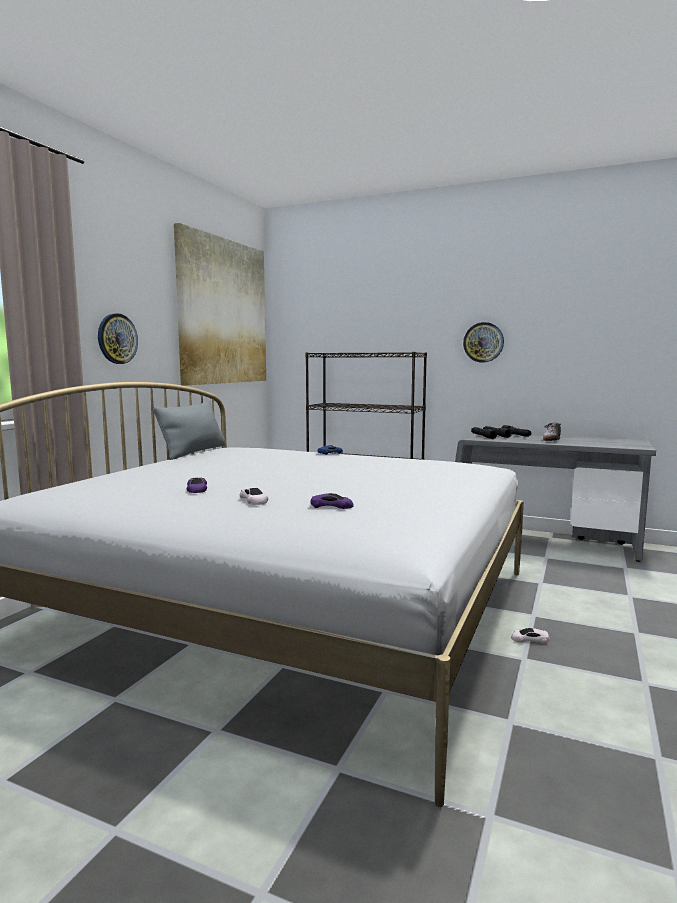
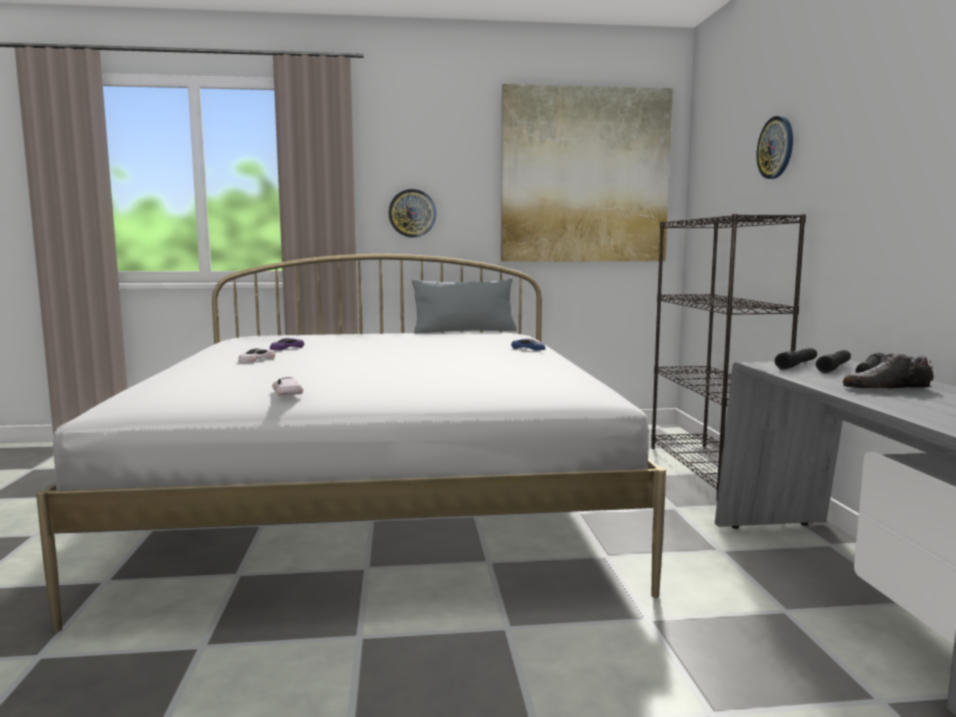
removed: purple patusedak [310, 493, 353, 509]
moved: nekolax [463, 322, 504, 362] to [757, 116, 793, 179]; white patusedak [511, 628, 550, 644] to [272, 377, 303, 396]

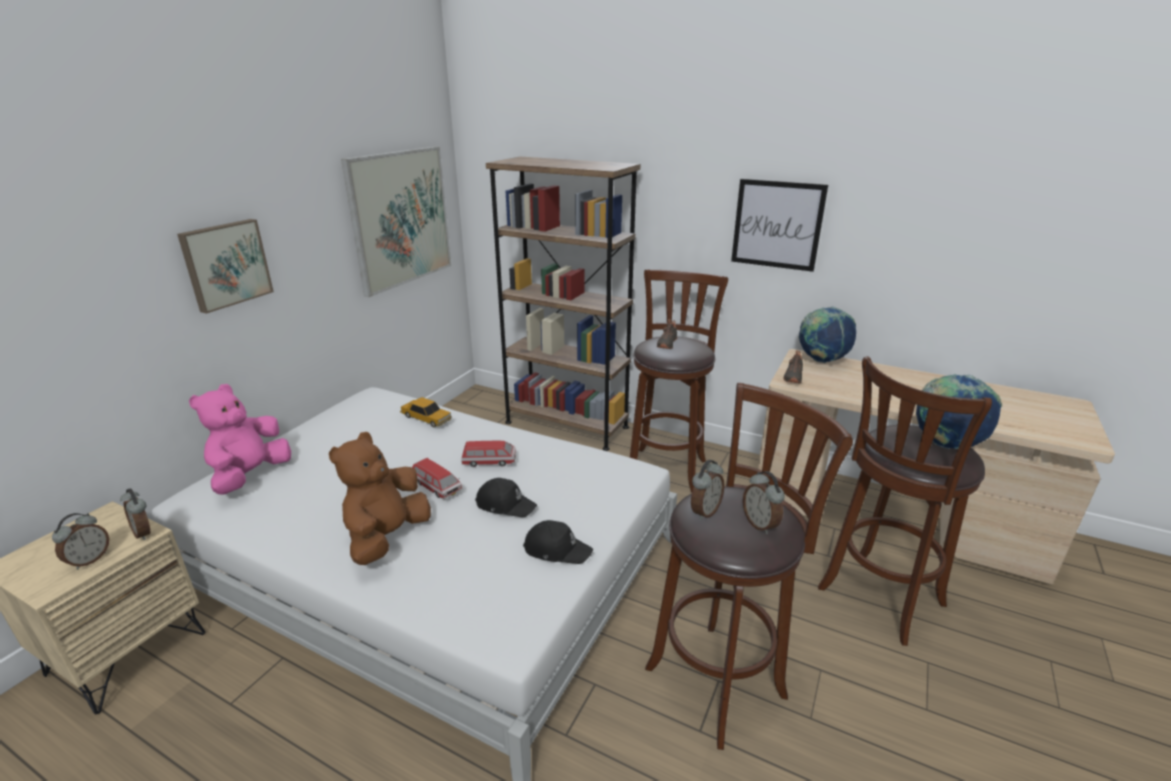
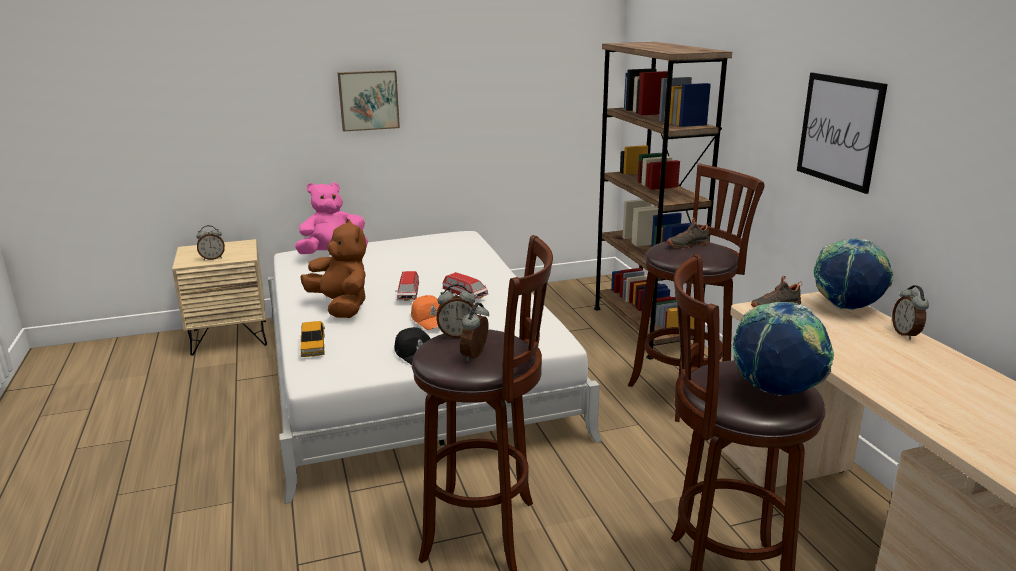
removed: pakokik [341, 146, 451, 297]
moved: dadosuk [120, 488, 151, 540] to [892, 285, 929, 340]; patusedak [400, 397, 452, 427] to [300, 321, 325, 357]
recoloured: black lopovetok [475, 478, 537, 517] to orange lopovetok [411, 295, 440, 330]
turned: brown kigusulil [329, 432, 431, 565] = [301, 219, 366, 318] 75 degrees clockwise

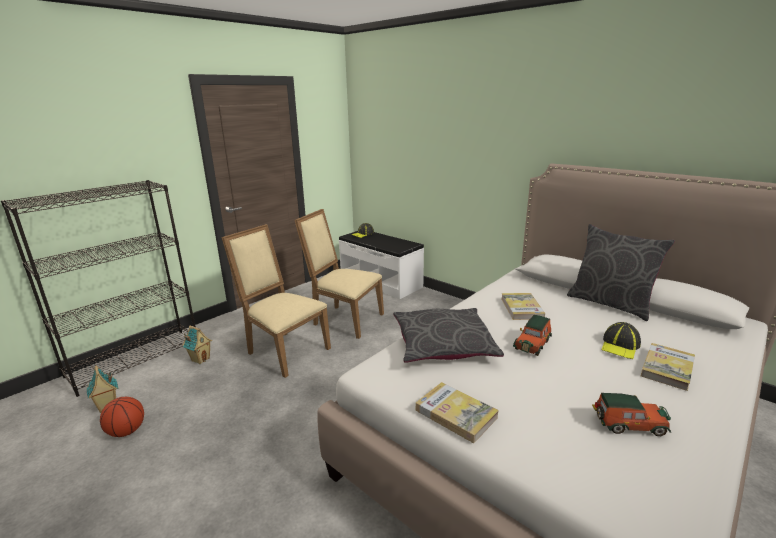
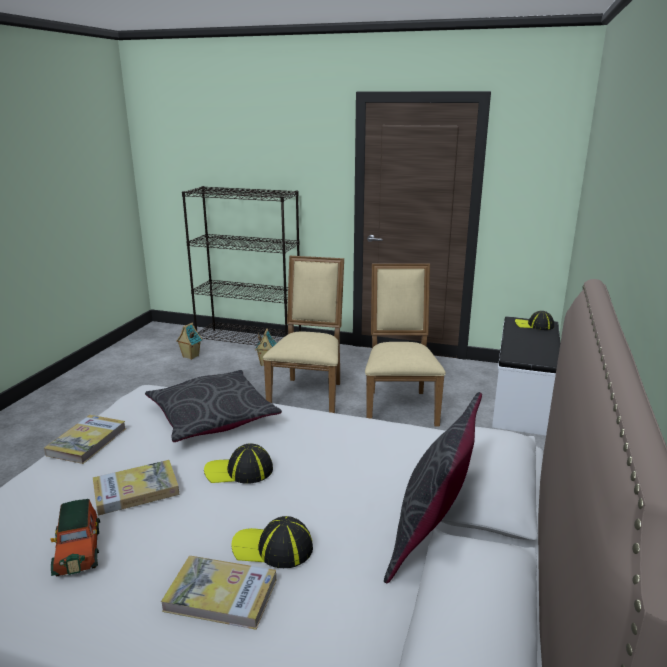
removed: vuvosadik [100, 397, 144, 437]
moved: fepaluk [502, 293, 545, 320] to [93, 460, 179, 516]
replaced: patusedak [513, 315, 552, 356] to lopovetok [204, 443, 273, 484]

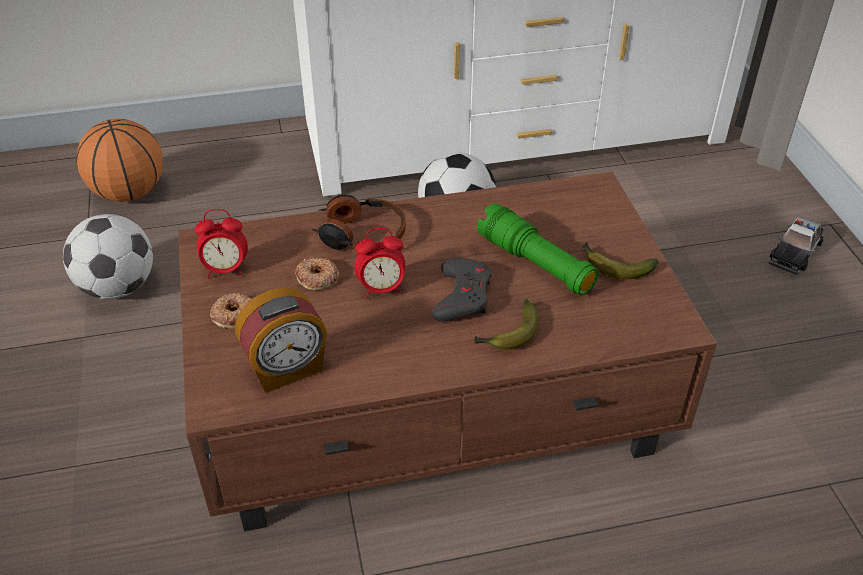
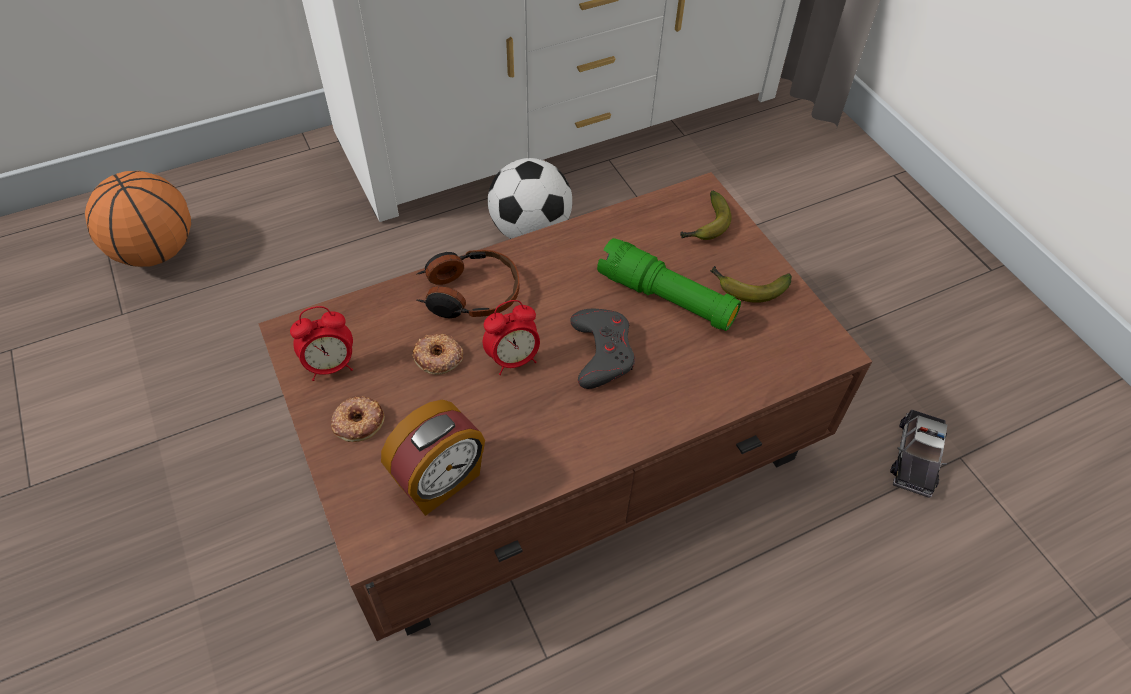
removed: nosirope [63, 214, 153, 299]
moved: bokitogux [474, 299, 539, 350] to [680, 191, 732, 240]; patusedak [769, 216, 824, 275] to [890, 410, 947, 498]

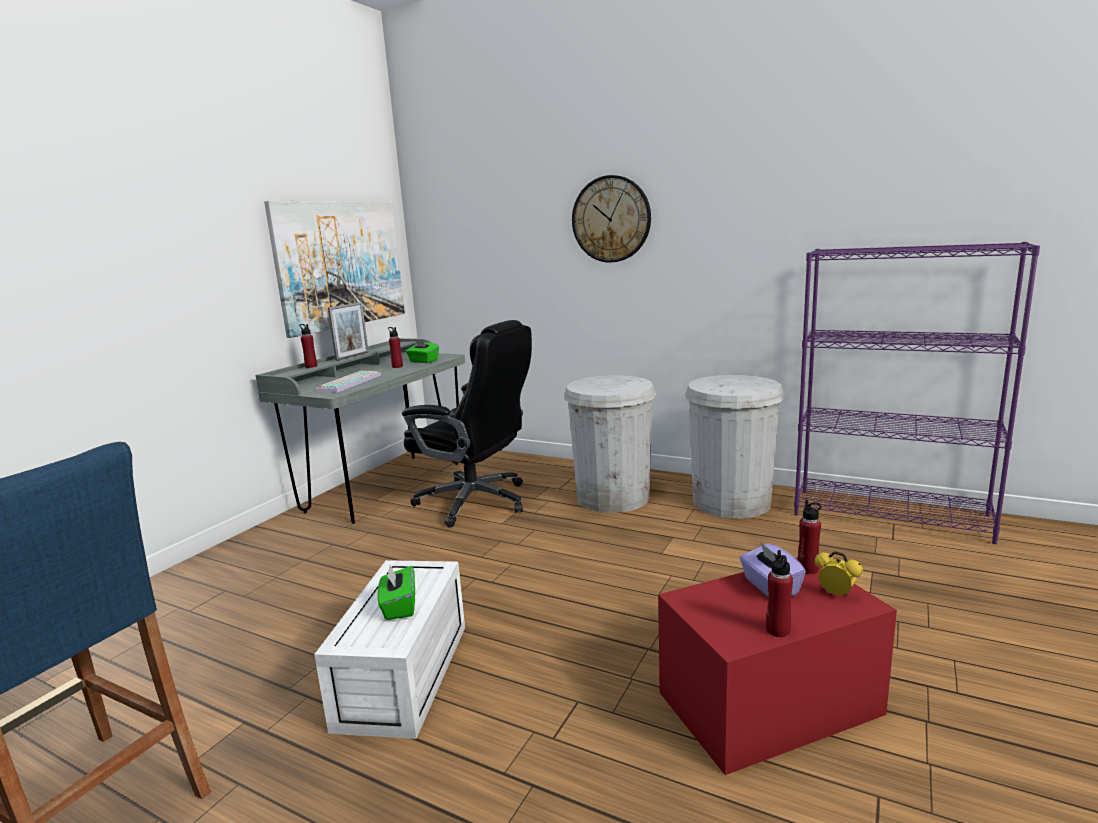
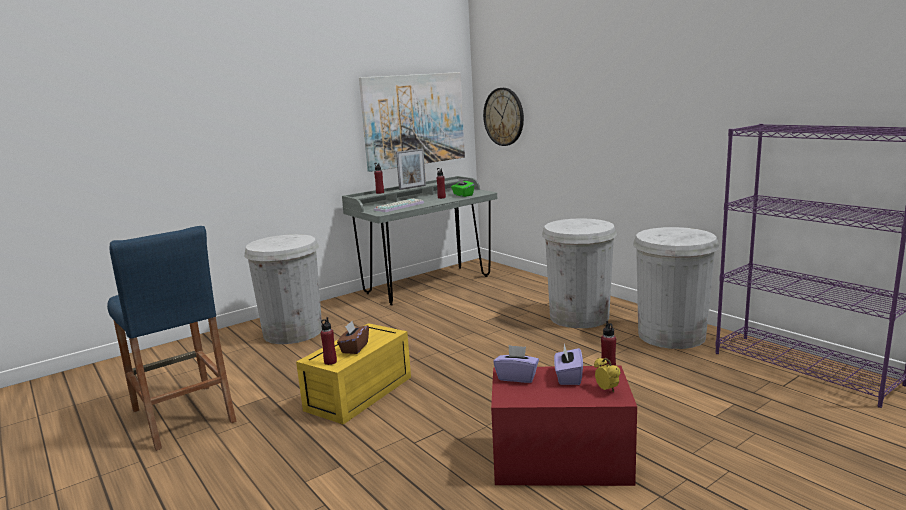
removed: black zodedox [402, 320, 532, 528]
added: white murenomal [244, 234, 322, 344]; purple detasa [493, 345, 539, 383]
moved: nekolax [572, 175, 651, 263] to [483, 88, 524, 146]; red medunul [766, 550, 793, 637] to [321, 317, 337, 365]
recoloured: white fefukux [314, 560, 465, 739] to yellow fefukux [296, 323, 411, 425]; green detasa [378, 565, 415, 620] to brown detasa [337, 321, 369, 354]

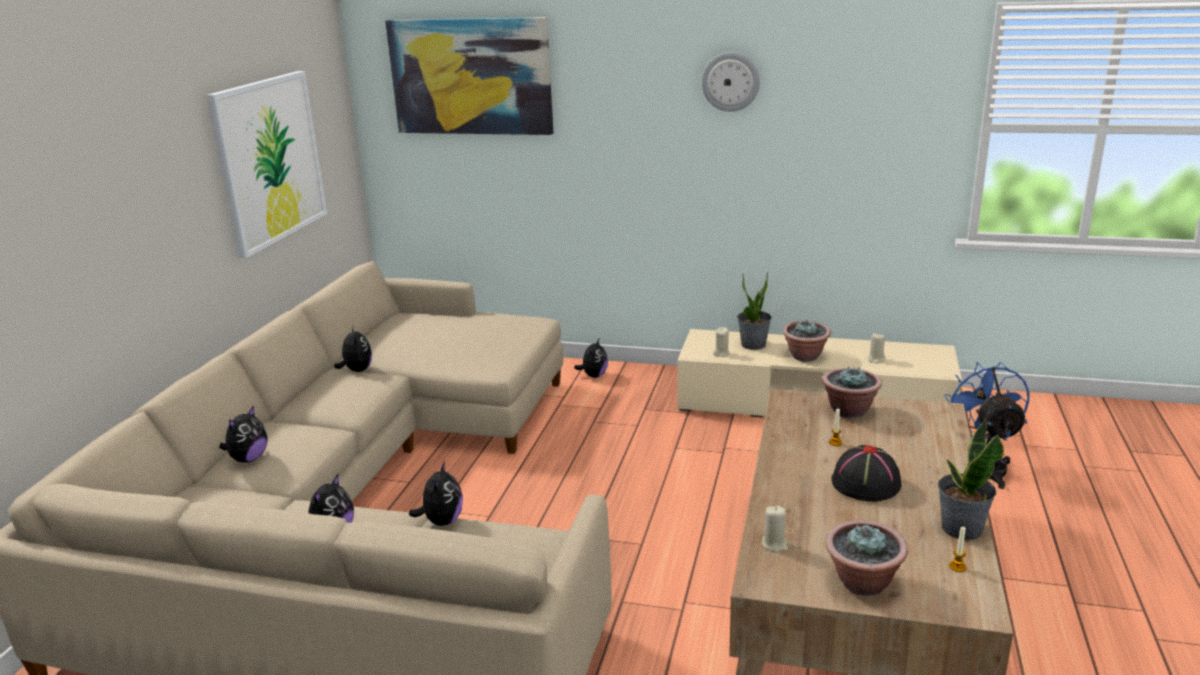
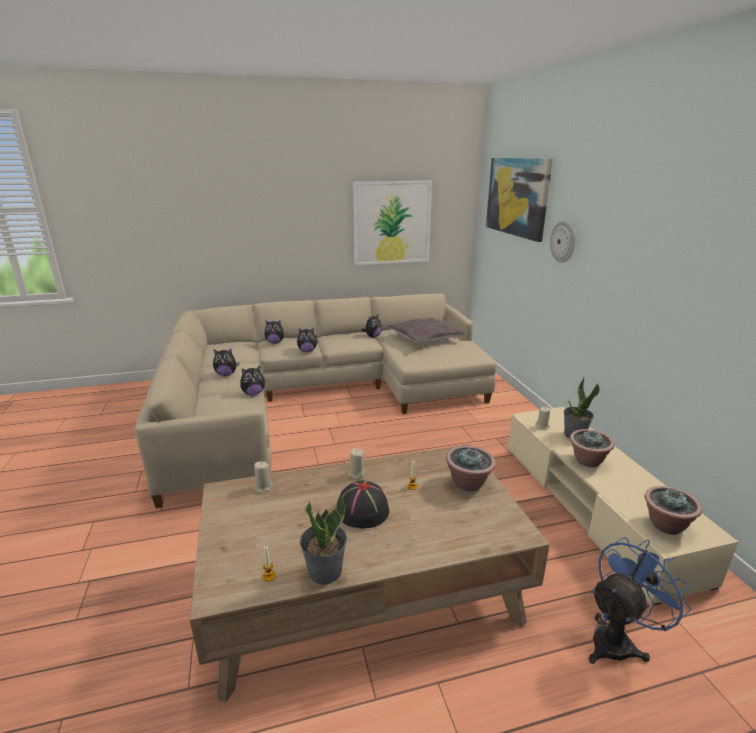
added: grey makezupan [387, 317, 465, 344]
moved: kigusulil [574, 339, 608, 378] to [297, 328, 319, 352]; nekolax [702, 52, 760, 112] to [550, 221, 575, 263]; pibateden [826, 520, 908, 596] to [644, 486, 702, 535]; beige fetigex [868, 333, 886, 364] to [348, 448, 366, 479]

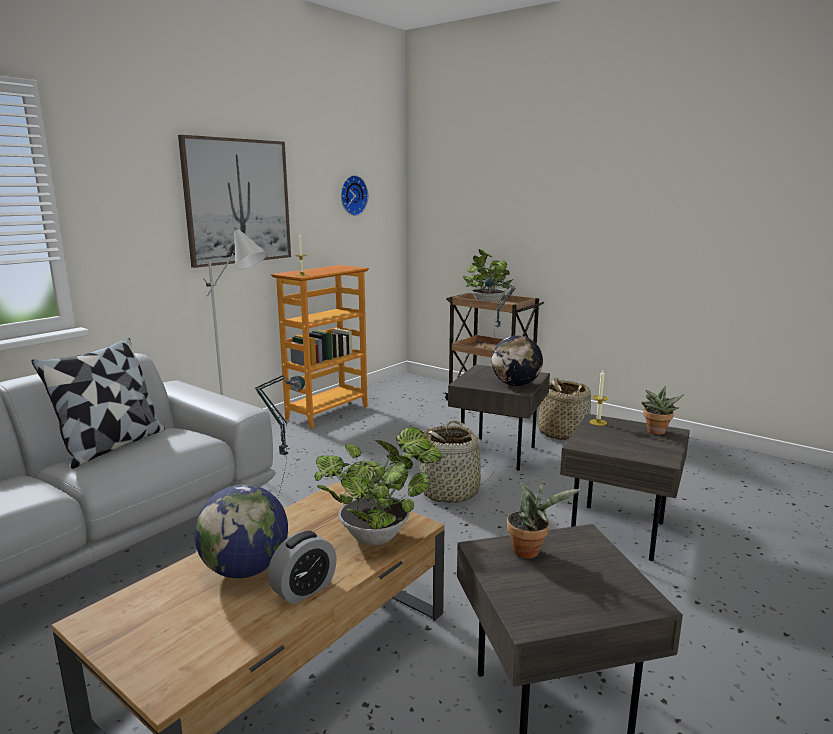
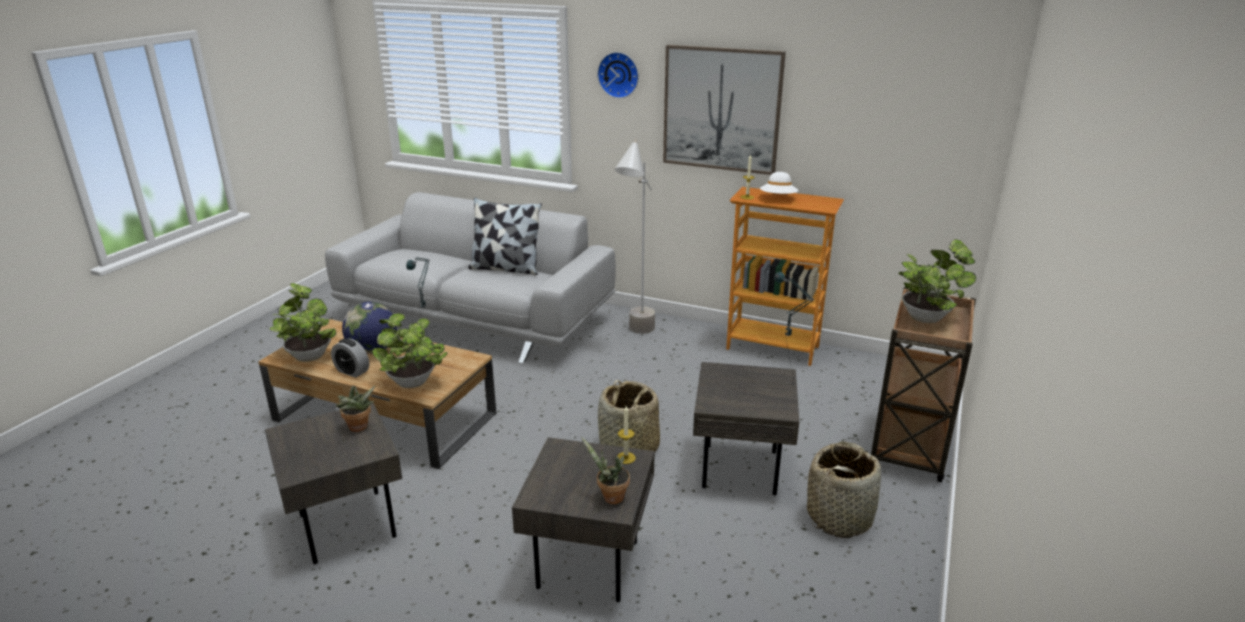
removed: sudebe [492, 336, 543, 386]
added: pibateden [269, 283, 336, 362]; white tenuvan [760, 172, 798, 194]
moved: nekolax [341, 175, 368, 216] to [597, 52, 639, 98]

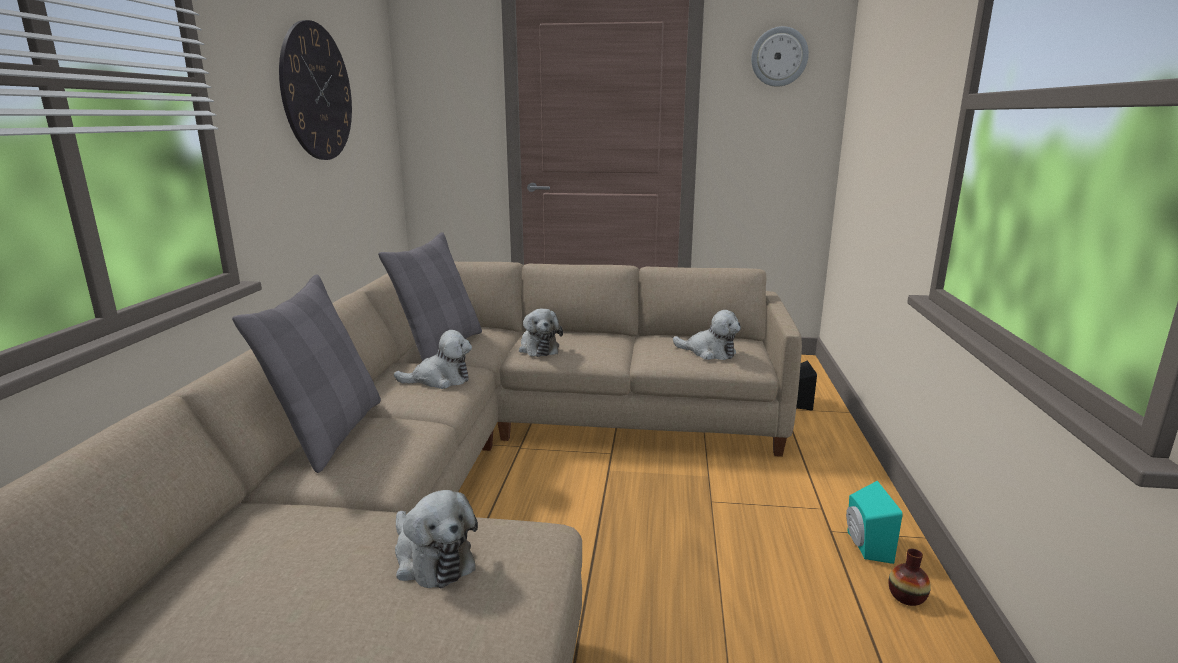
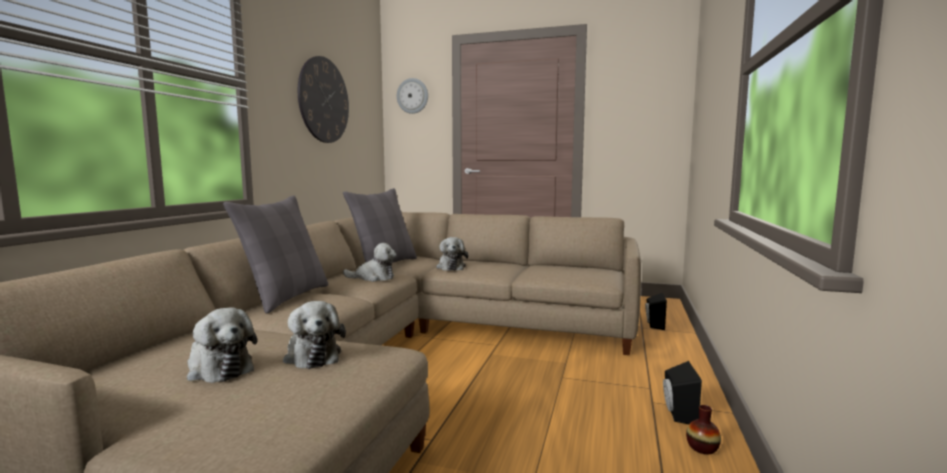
moved: kigusulil [673, 310, 741, 360] to [187, 307, 257, 383]; nekolax [751, 26, 809, 87] to [397, 78, 428, 114]
recoloured: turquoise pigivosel [846, 481, 903, 564] to black pigivosel [663, 361, 702, 424]

